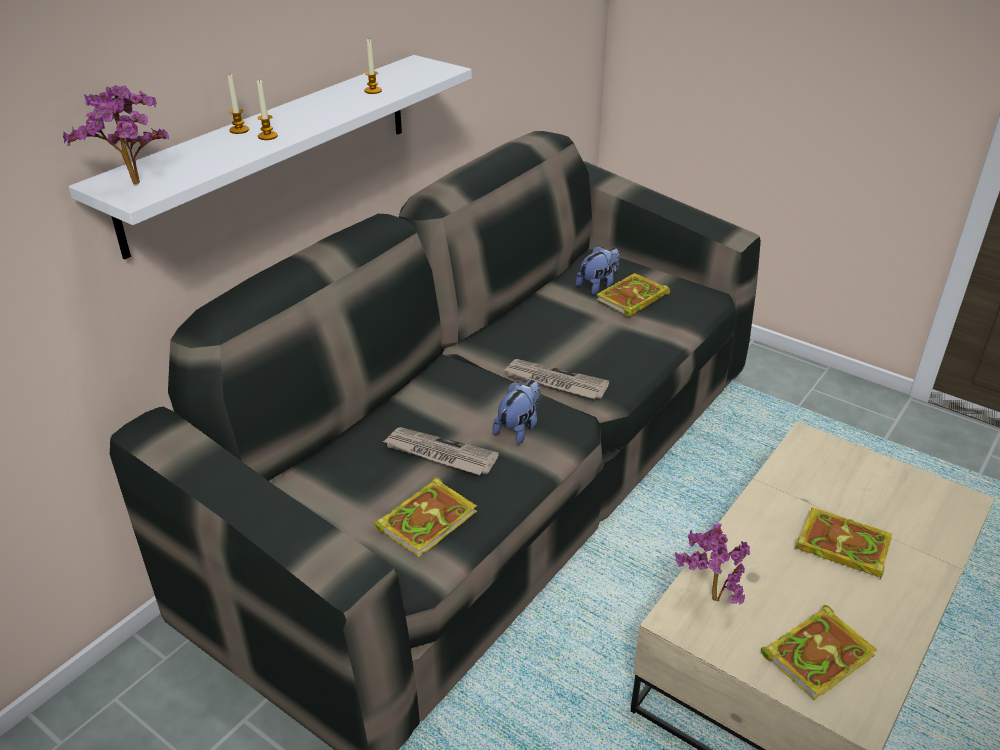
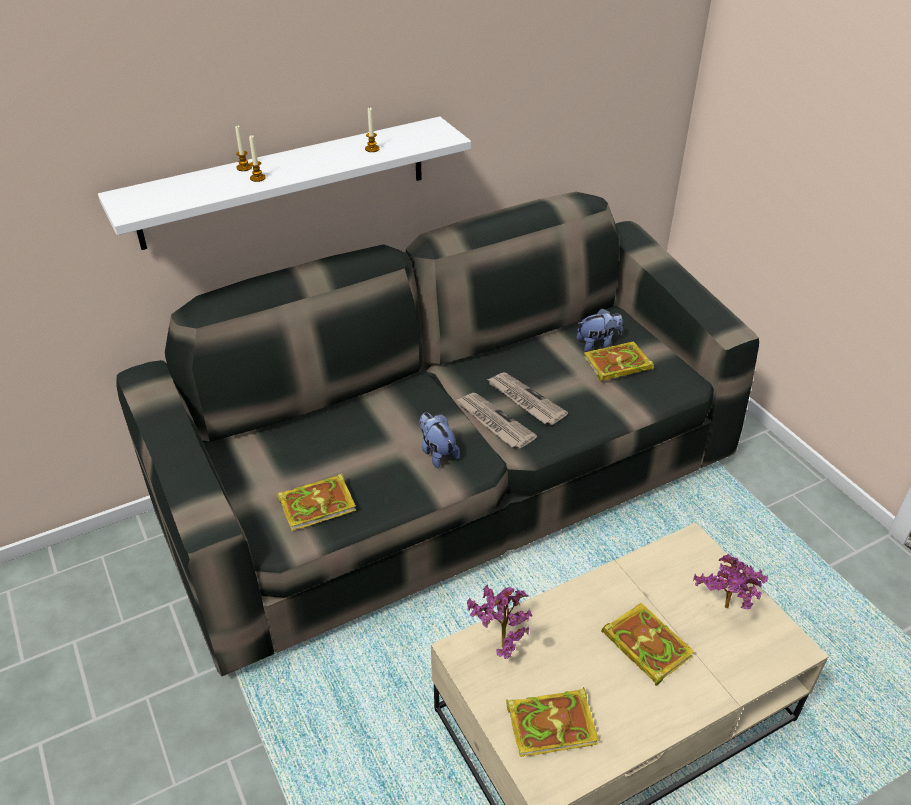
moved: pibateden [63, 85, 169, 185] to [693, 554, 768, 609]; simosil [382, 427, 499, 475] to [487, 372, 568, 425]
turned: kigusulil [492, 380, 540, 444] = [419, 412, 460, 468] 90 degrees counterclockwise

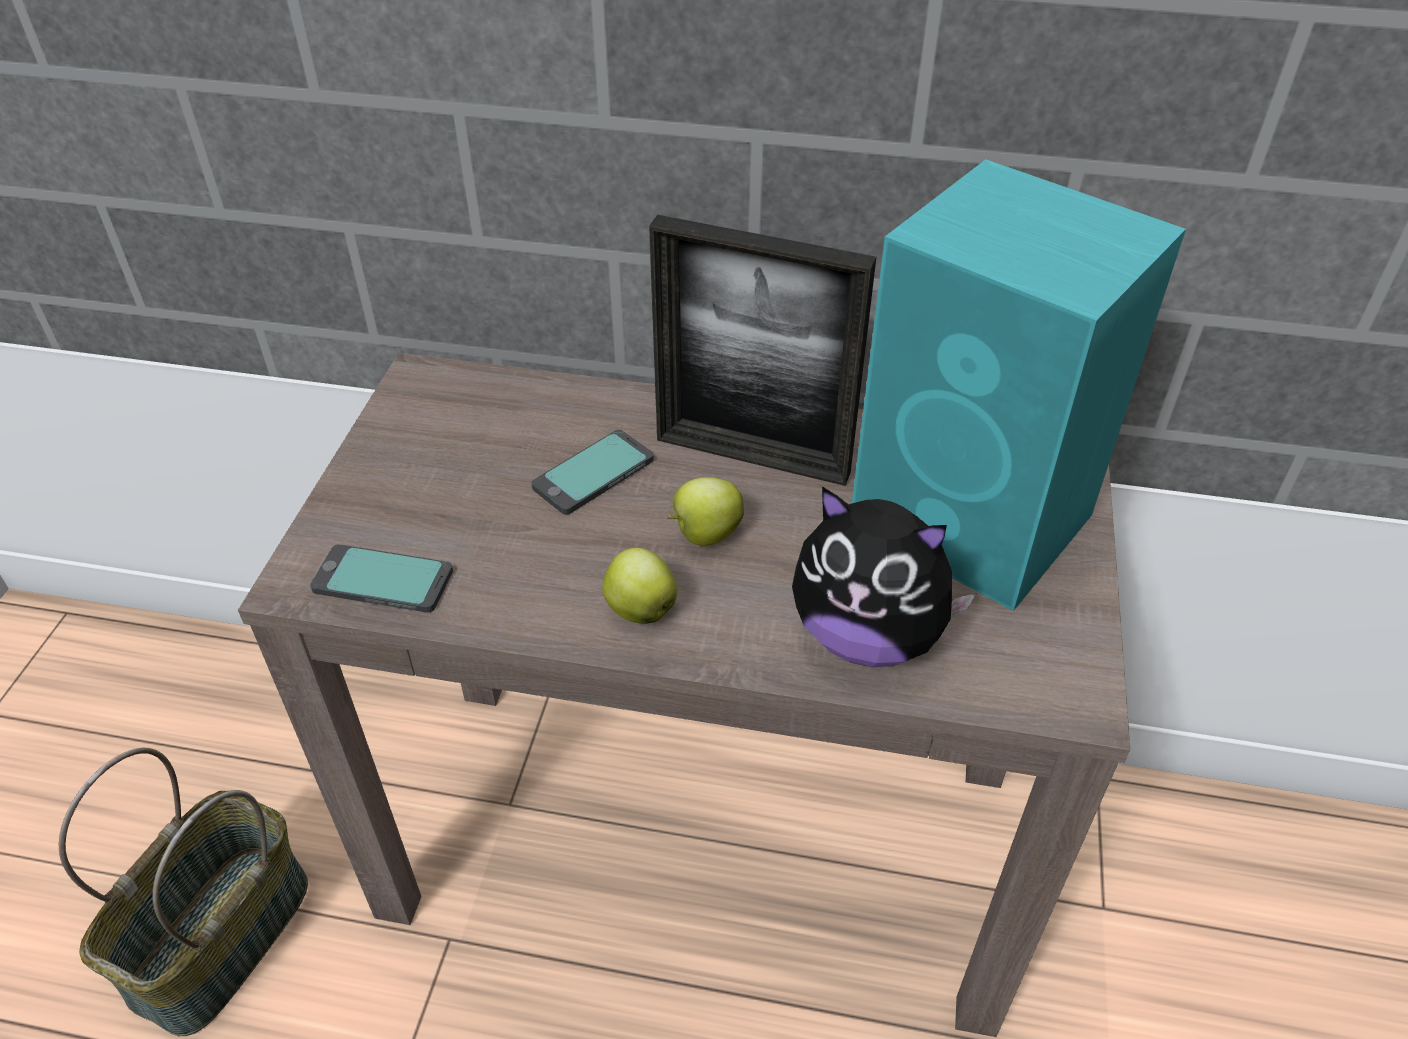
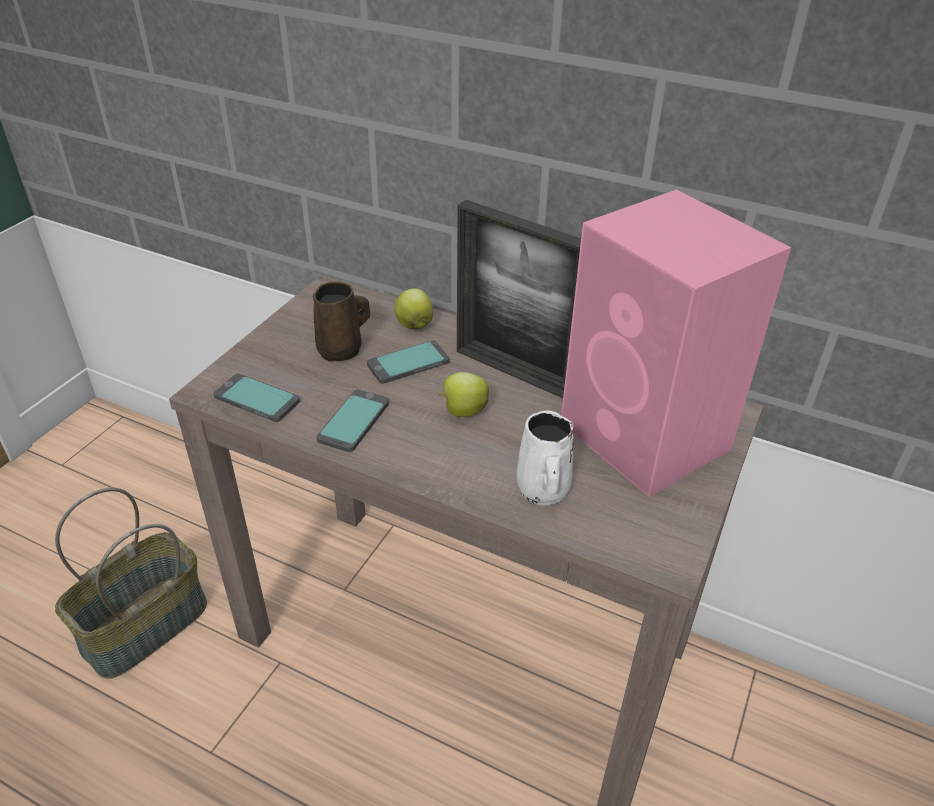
added: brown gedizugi [313, 281, 370, 361]; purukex [316, 389, 389, 452]
moved: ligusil [602, 548, 677, 624] to [394, 288, 433, 330]
replaced: kigusulil [792, 486, 976, 667] to white gedizugi [516, 411, 574, 506]
recoloured: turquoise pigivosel [852, 159, 1186, 611] to pink pigivosel [561, 189, 791, 497]

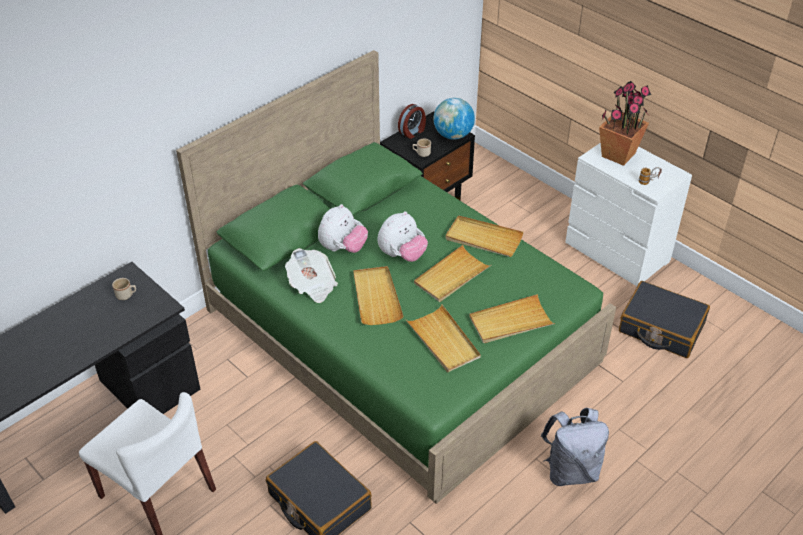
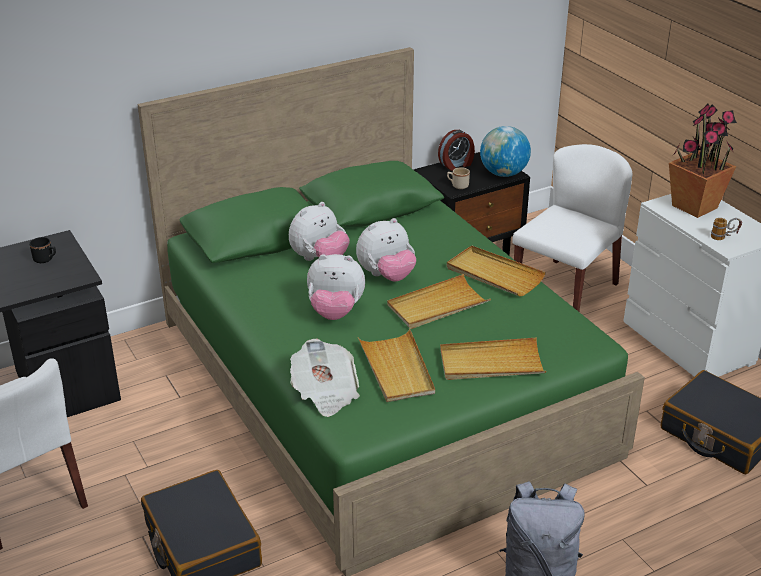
added: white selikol [512, 144, 632, 312]
moved: simosil [285, 248, 338, 303] to [290, 339, 360, 417]
replaced: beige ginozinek [353, 266, 403, 325] to kigusulil [307, 254, 365, 320]
recoloured: beige gedizugi [112, 278, 136, 300] to black gedizugi [29, 237, 56, 263]

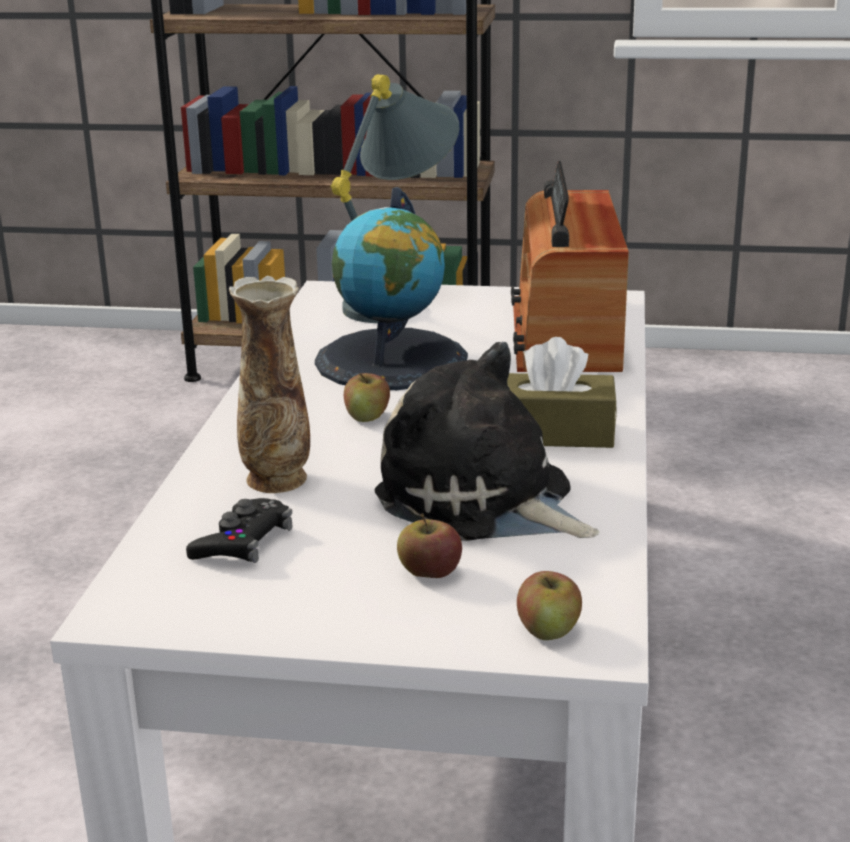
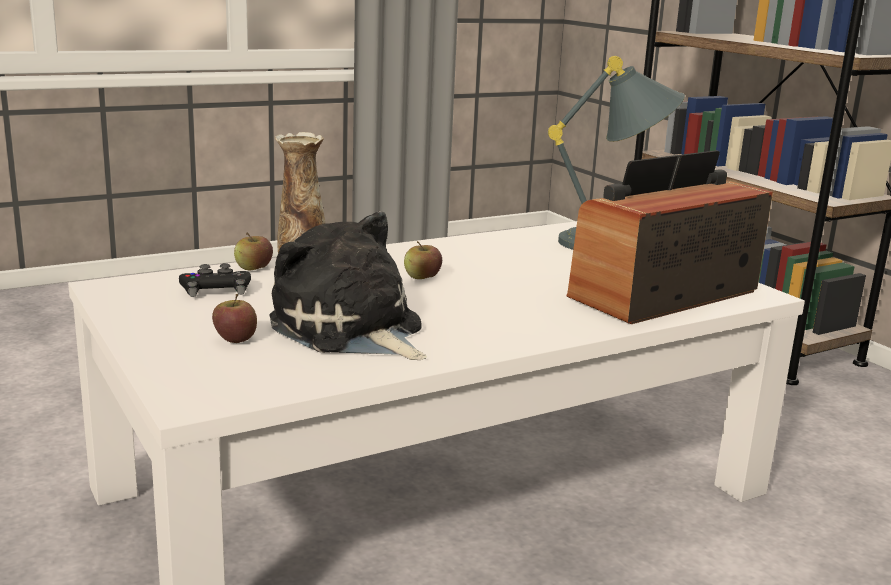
removed: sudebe [315, 187, 468, 390]; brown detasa [507, 337, 617, 448]
moved: ligusil [517, 571, 582, 640] to [234, 233, 273, 270]
turned: kigusulil [375, 342, 599, 541] = [269, 211, 427, 360] 45 degrees counterclockwise

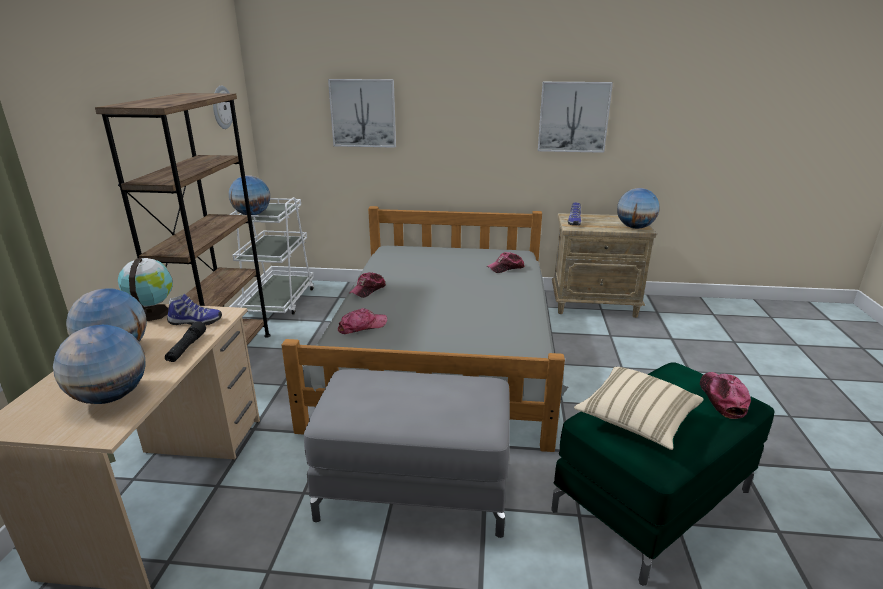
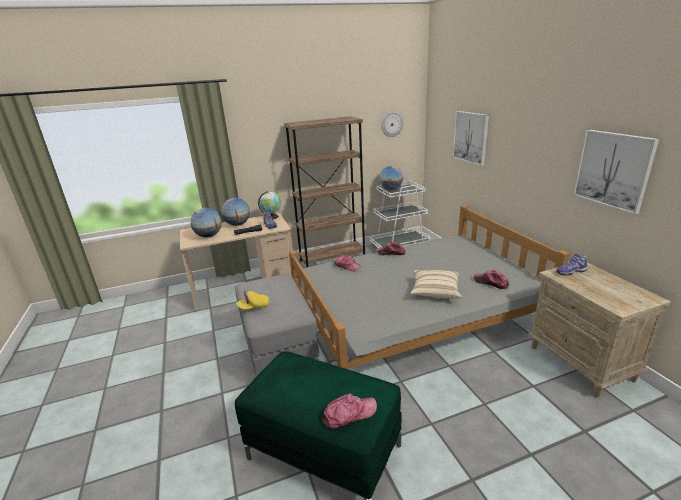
removed: sudebe [617, 188, 660, 229]
added: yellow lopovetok [236, 290, 270, 309]
moved: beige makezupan [574, 367, 704, 450] to [411, 270, 462, 299]

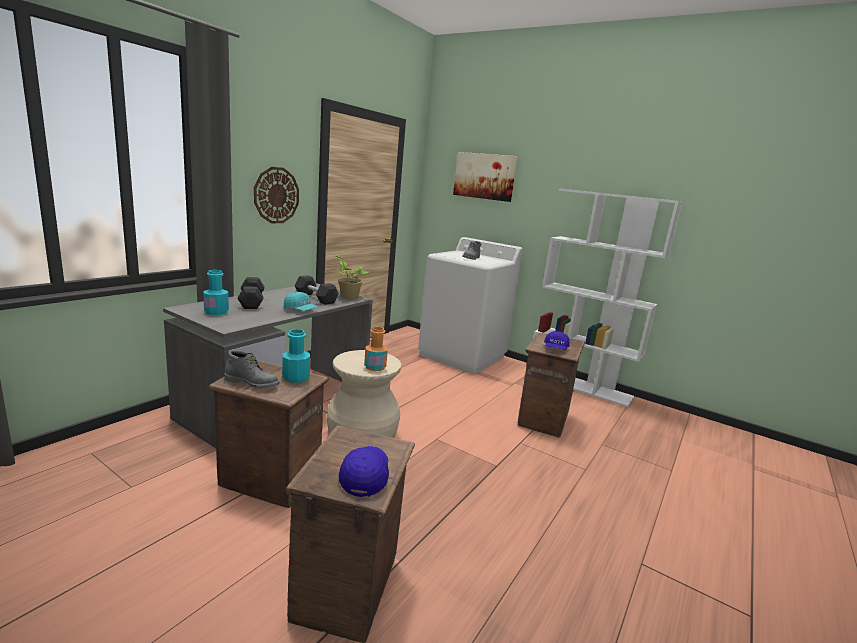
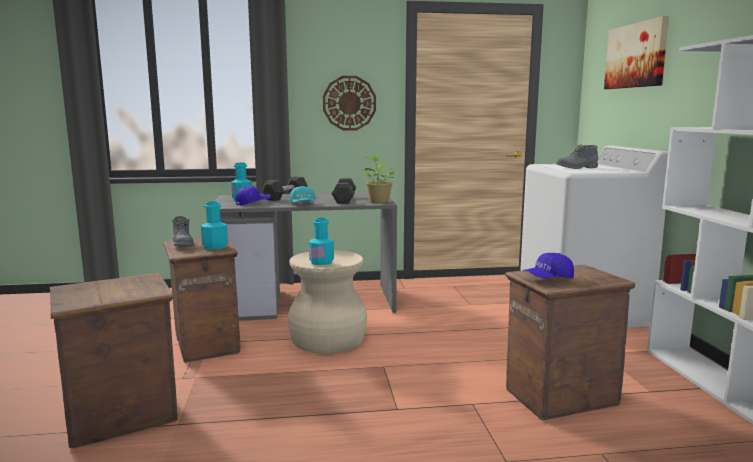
moved: blue lopovetok [339, 446, 389, 497] to [236, 185, 271, 206]
recoloured: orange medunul [364, 327, 388, 371] to turquoise medunul [309, 218, 334, 265]

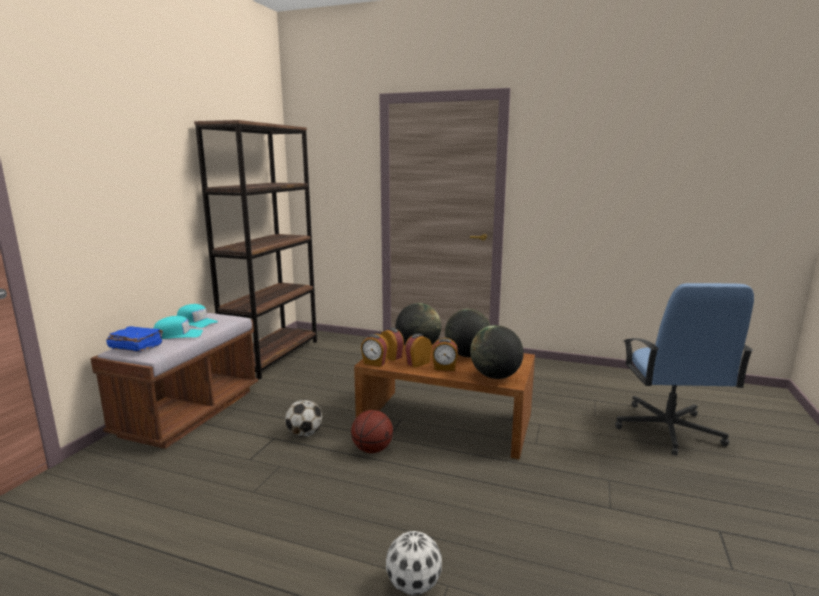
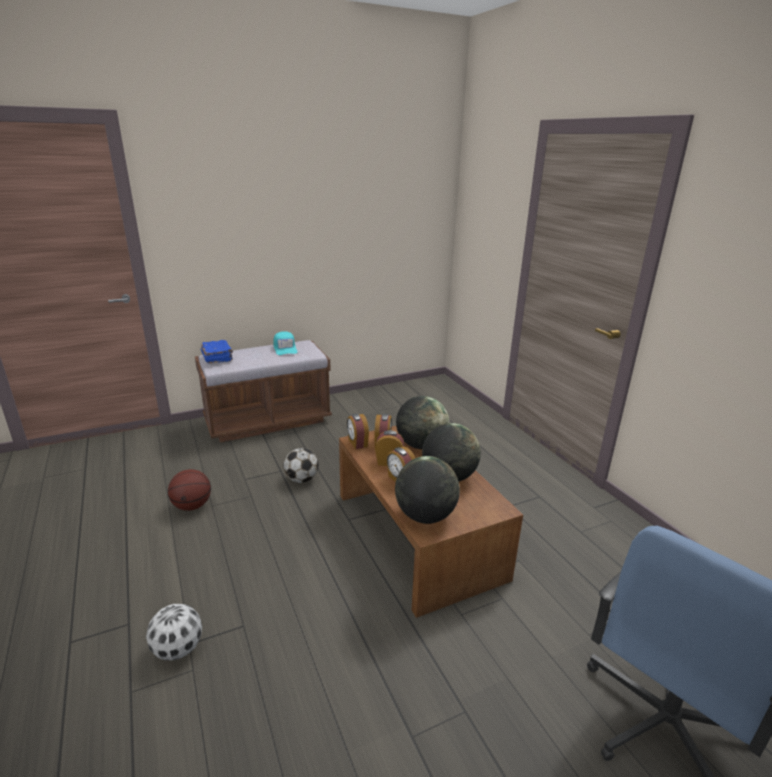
removed: turquoise lopovetok [153, 316, 203, 339]; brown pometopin [194, 120, 317, 379]
moved: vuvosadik [351, 410, 393, 453] to [168, 469, 211, 511]

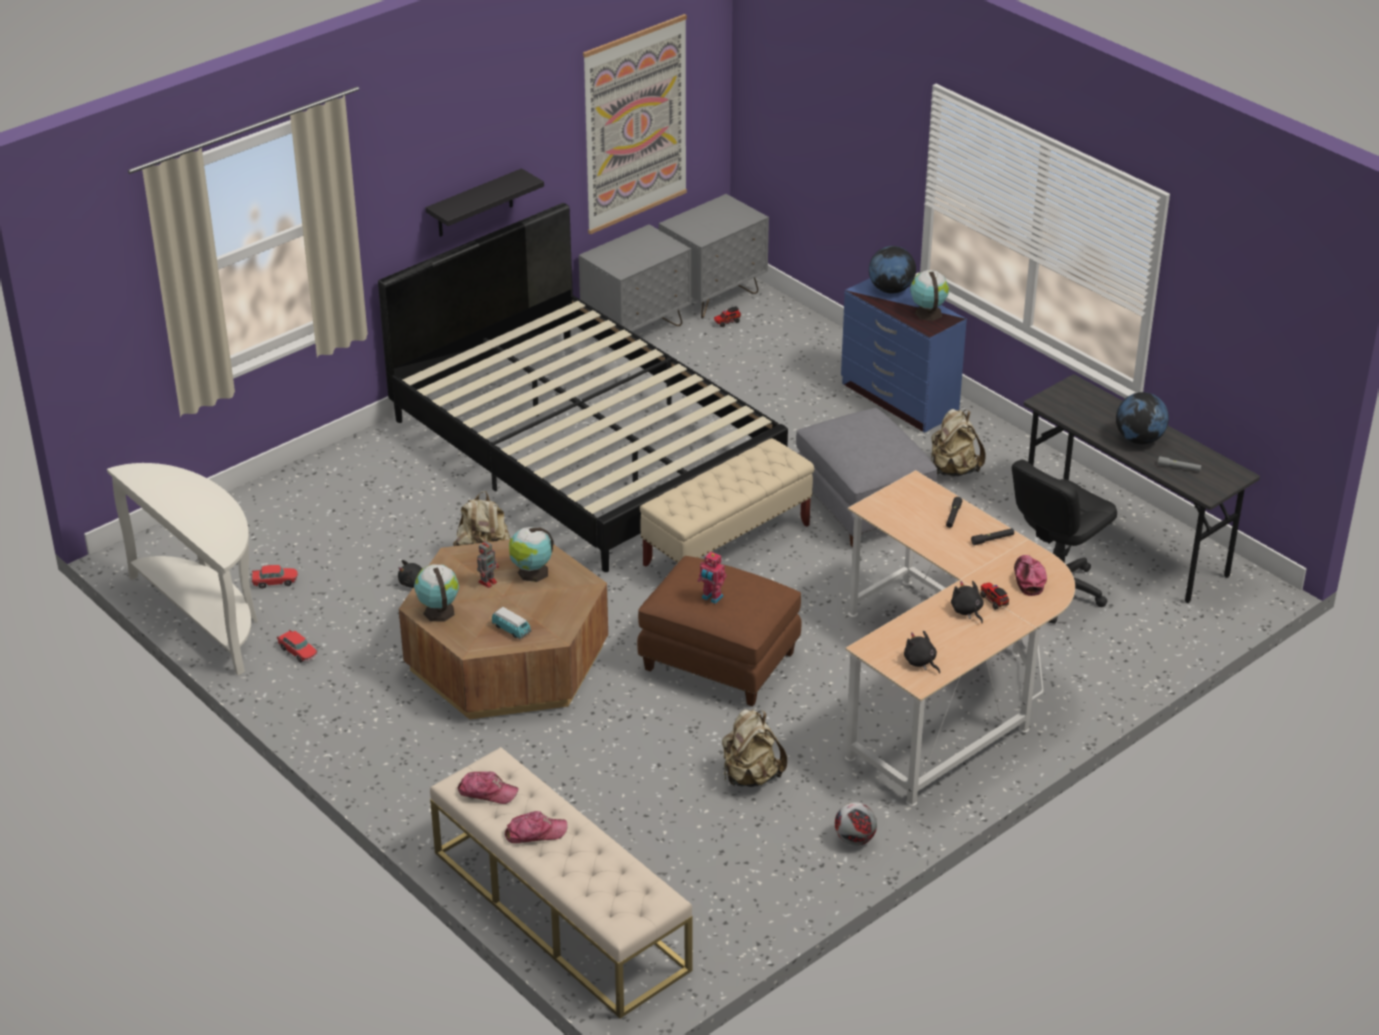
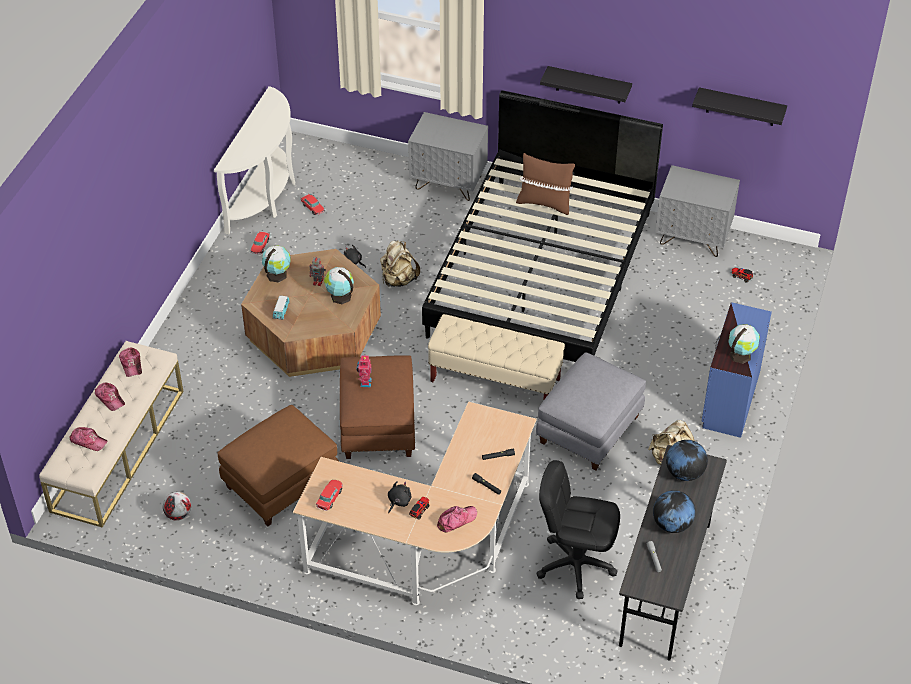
added: lopovetok [70, 427, 107, 451]; brown makezupan [516, 153, 575, 215]
moved: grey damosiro [659, 194, 769, 319] to [408, 112, 488, 201]; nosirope [835, 802, 877, 846] to [163, 492, 191, 521]; sudebe [869, 246, 916, 294] to [666, 440, 708, 481]
replaced: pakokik [583, 14, 687, 234] to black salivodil [692, 87, 787, 126]; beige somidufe [722, 709, 787, 787] to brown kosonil [218, 405, 339, 526]; black kigusulil [904, 631, 940, 674] to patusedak [316, 480, 343, 511]

